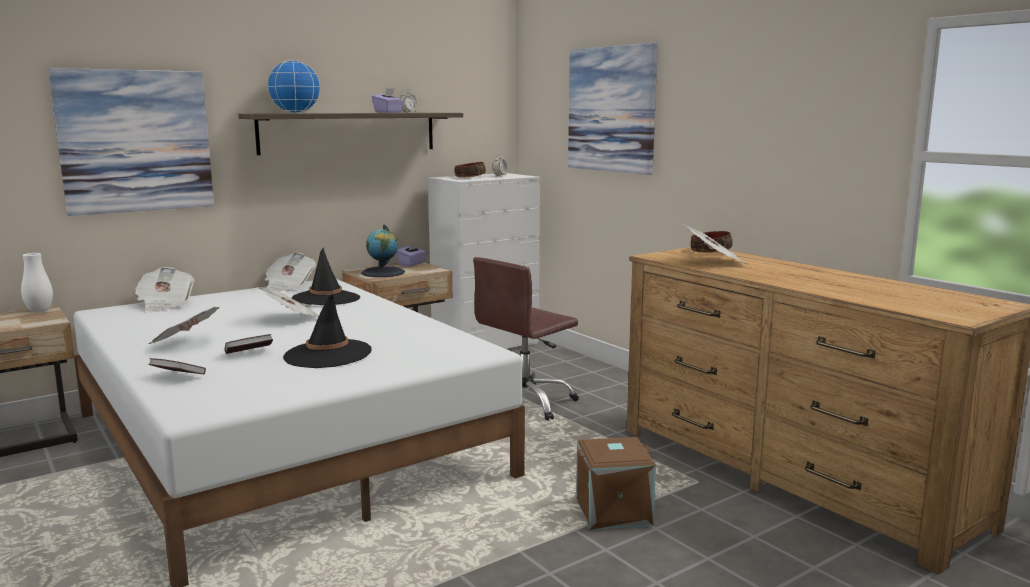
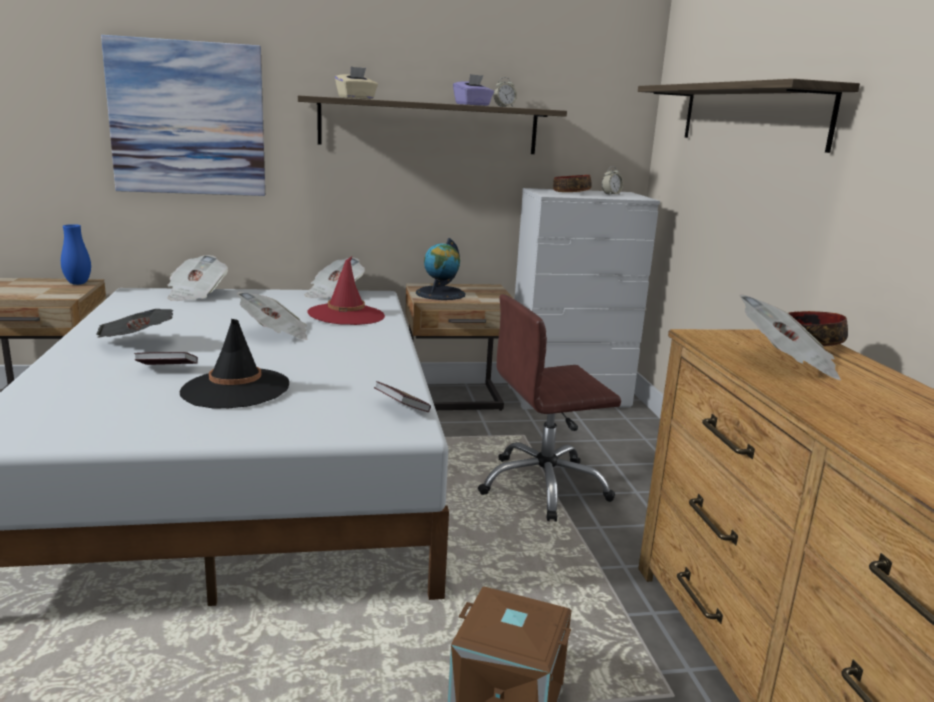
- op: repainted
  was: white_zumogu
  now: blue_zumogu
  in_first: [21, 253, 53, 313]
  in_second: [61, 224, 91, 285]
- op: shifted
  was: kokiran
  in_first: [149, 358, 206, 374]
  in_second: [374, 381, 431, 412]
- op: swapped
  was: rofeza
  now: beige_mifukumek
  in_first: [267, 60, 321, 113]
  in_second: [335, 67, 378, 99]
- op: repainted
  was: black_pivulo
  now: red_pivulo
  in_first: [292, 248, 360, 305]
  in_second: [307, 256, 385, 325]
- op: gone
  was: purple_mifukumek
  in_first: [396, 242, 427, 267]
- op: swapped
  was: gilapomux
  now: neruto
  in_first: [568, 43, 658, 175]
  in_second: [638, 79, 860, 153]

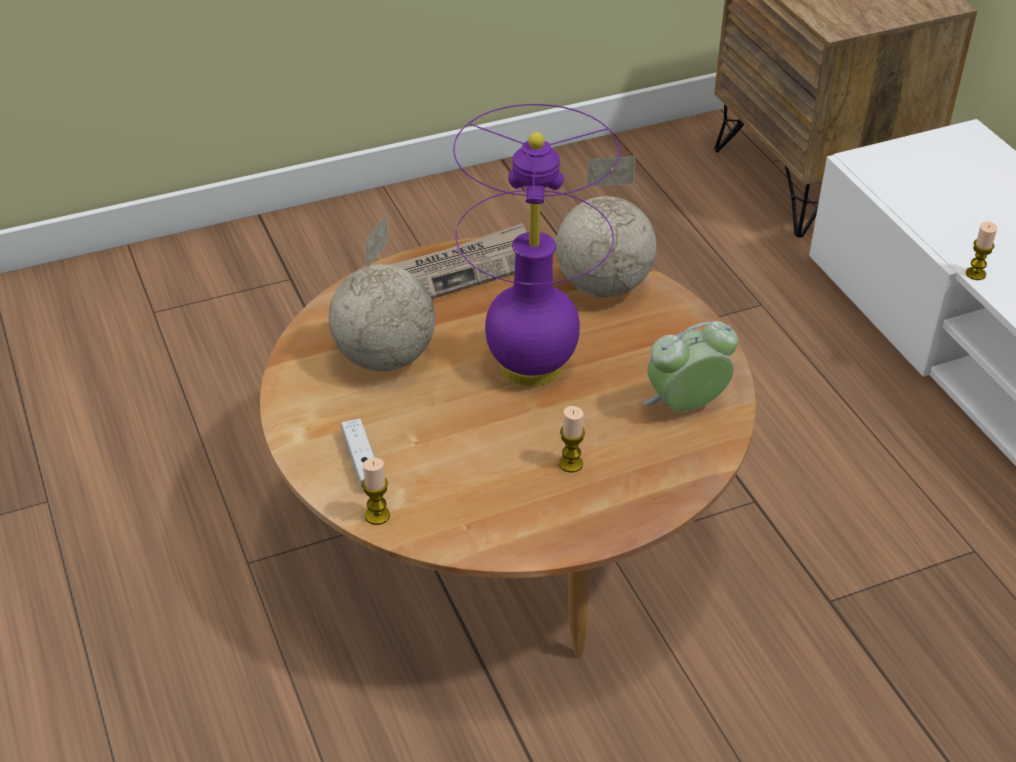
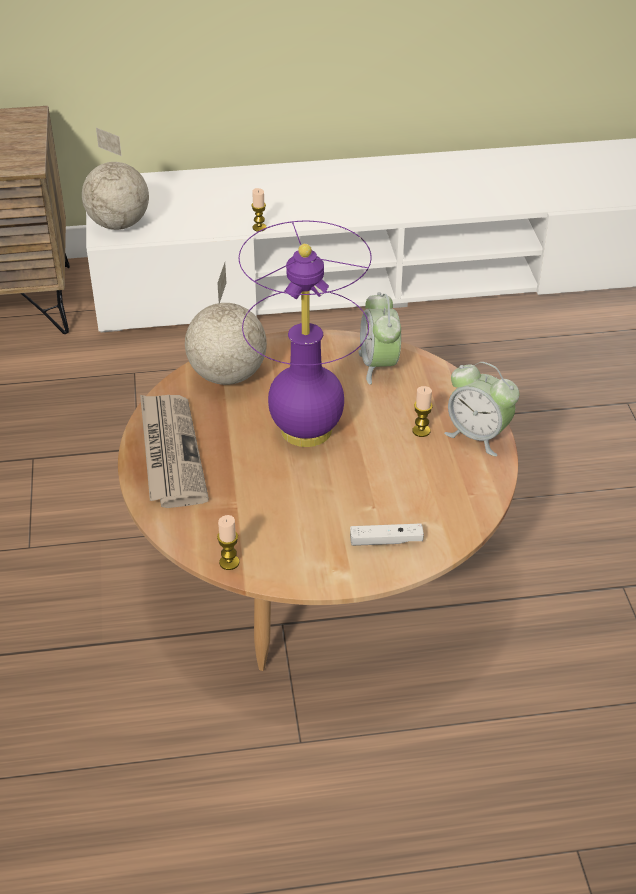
- op: shifted
  was: rofeza
  in_first: [329, 213, 435, 371]
  in_second: [82, 128, 149, 230]
- op: shifted
  was: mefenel
  in_first: [362, 458, 390, 525]
  in_second: [217, 515, 240, 570]
- op: new
  now: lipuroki
  in_second: [444, 362, 519, 456]

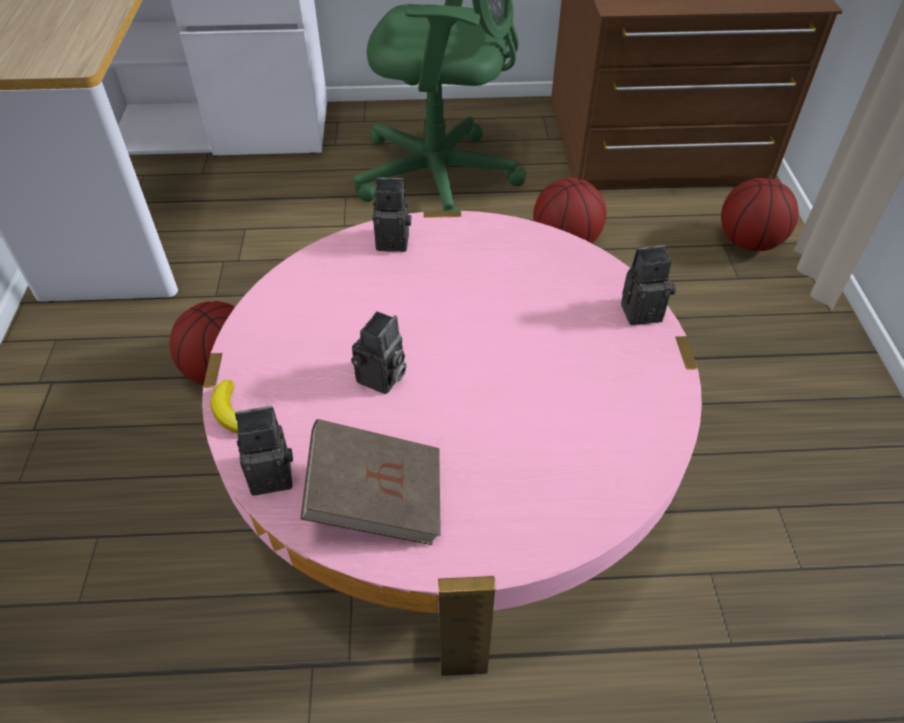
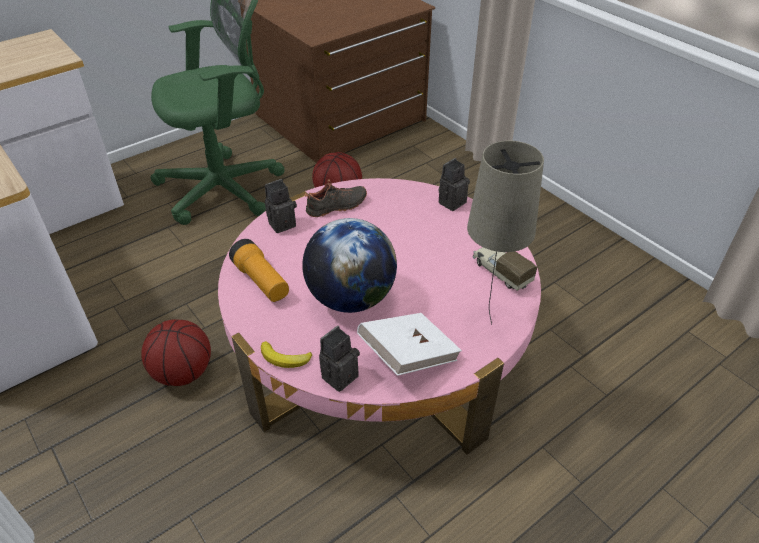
- op: repainted
  was: brown_kokiran
  now: white_kokiran
  in_first: [300, 419, 441, 545]
  in_second: [357, 313, 462, 376]
- op: swapped
  was: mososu
  now: rofeza
  in_first: [351, 311, 406, 394]
  in_second: [302, 218, 397, 313]
- op: gone
  was: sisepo
  in_first: [721, 178, 799, 251]
- op: new
  now: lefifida
  in_second: [229, 239, 289, 302]
- op: new
  now: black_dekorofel
  in_second: [304, 179, 367, 217]
- op: new
  now: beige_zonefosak
  in_second: [467, 141, 544, 325]
- op: new
  now: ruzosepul
  in_second: [472, 247, 537, 291]

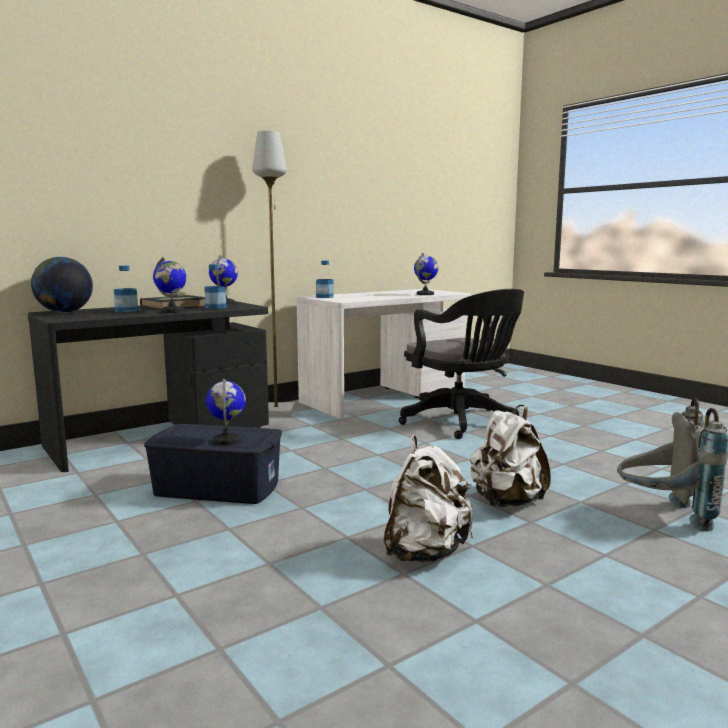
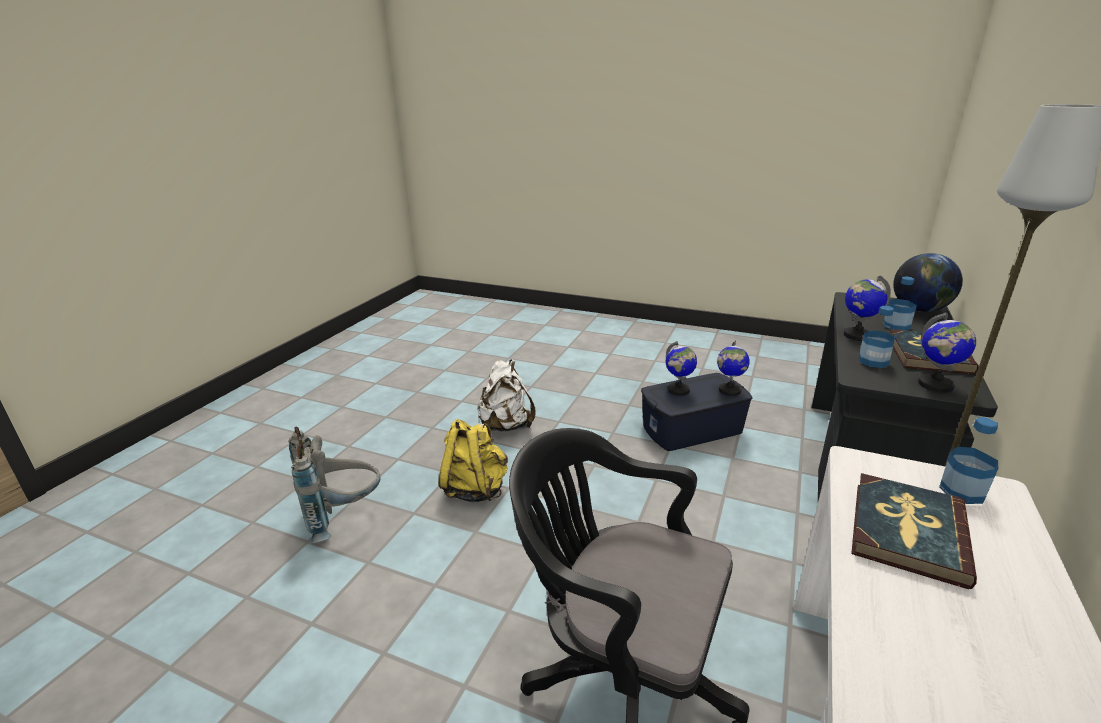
- op: shifted
  was: rofeza
  in_first: [414, 253, 439, 295]
  in_second: [717, 341, 750, 396]
- op: repainted
  was: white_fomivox
  now: yellow_fomivox
  in_first: [470, 405, 551, 507]
  in_second: [439, 419, 508, 502]
- op: new
  now: kokiran
  in_second: [851, 473, 977, 589]

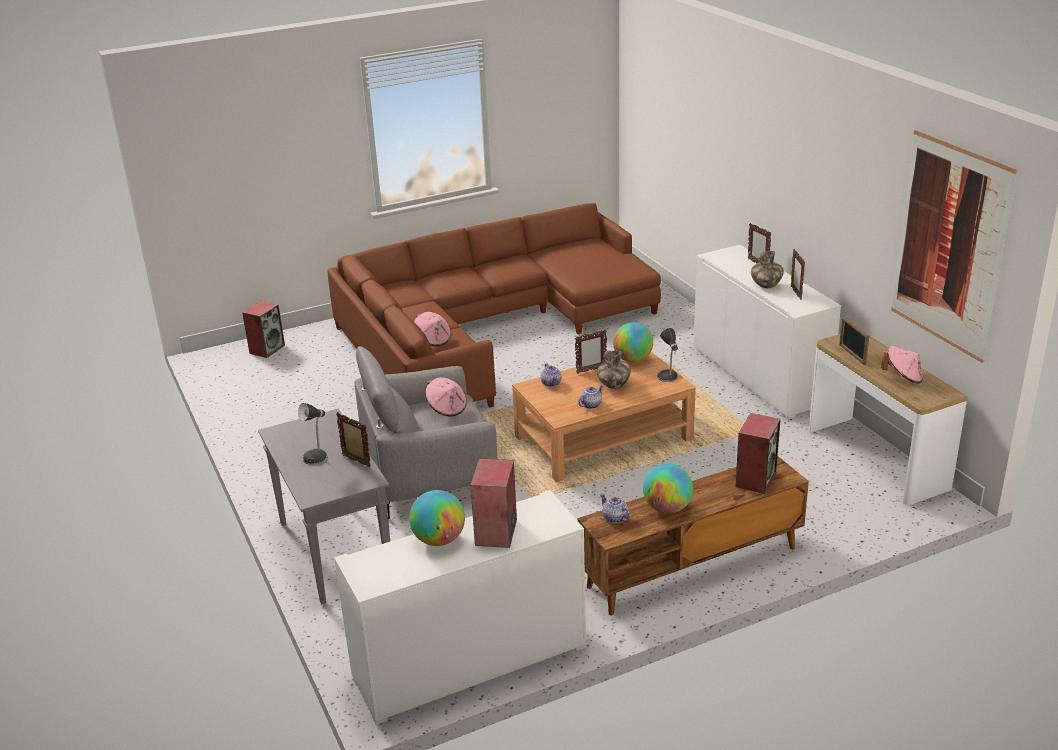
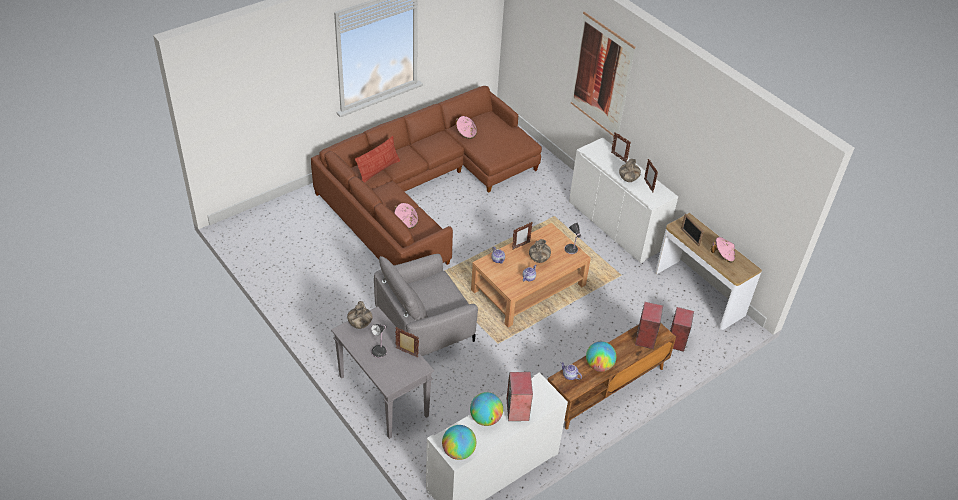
- op: shifted
  was: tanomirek
  in_first: [242, 301, 285, 358]
  in_second: [670, 307, 694, 352]
- op: shifted
  was: pink_pivulo
  in_first: [425, 377, 467, 417]
  in_second: [455, 116, 477, 139]
- op: shifted
  was: rofeza
  in_first: [613, 323, 653, 362]
  in_second: [442, 425, 476, 460]
- op: shifted
  was: gilapomux
  in_first: [891, 130, 1018, 363]
  in_second: [571, 12, 635, 137]
- op: new
  now: zumogu
  in_second: [347, 301, 373, 329]
- op: new
  now: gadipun
  in_second: [355, 136, 400, 183]

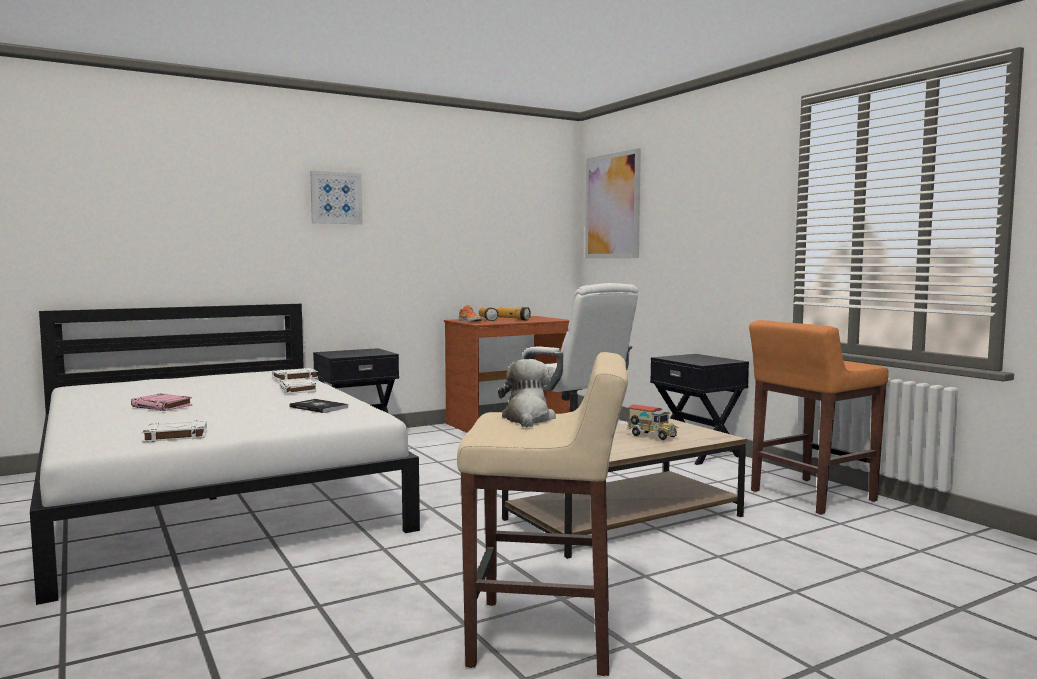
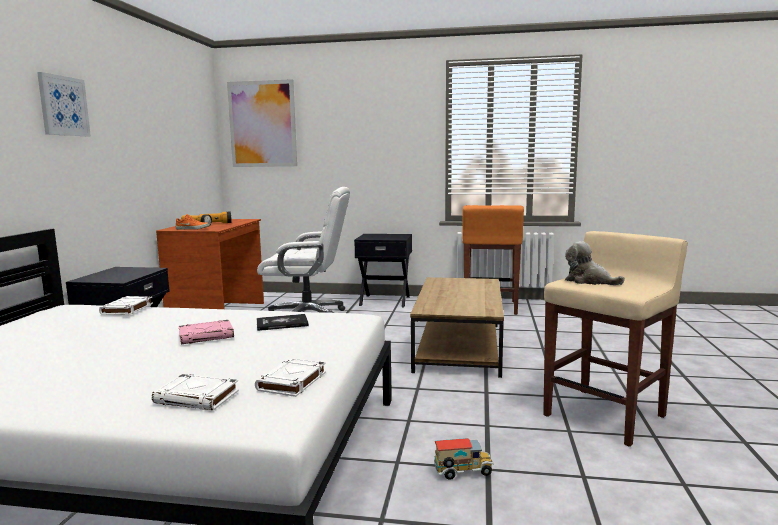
- op: shifted
  was: pink_kokiran
  in_first: [131, 393, 192, 411]
  in_second: [178, 320, 234, 344]
- op: shifted
  was: white_kokiran
  in_first: [280, 378, 317, 394]
  in_second: [152, 374, 239, 410]
- op: shifted
  was: ruzosepul
  in_first: [626, 404, 679, 440]
  in_second: [434, 438, 494, 480]

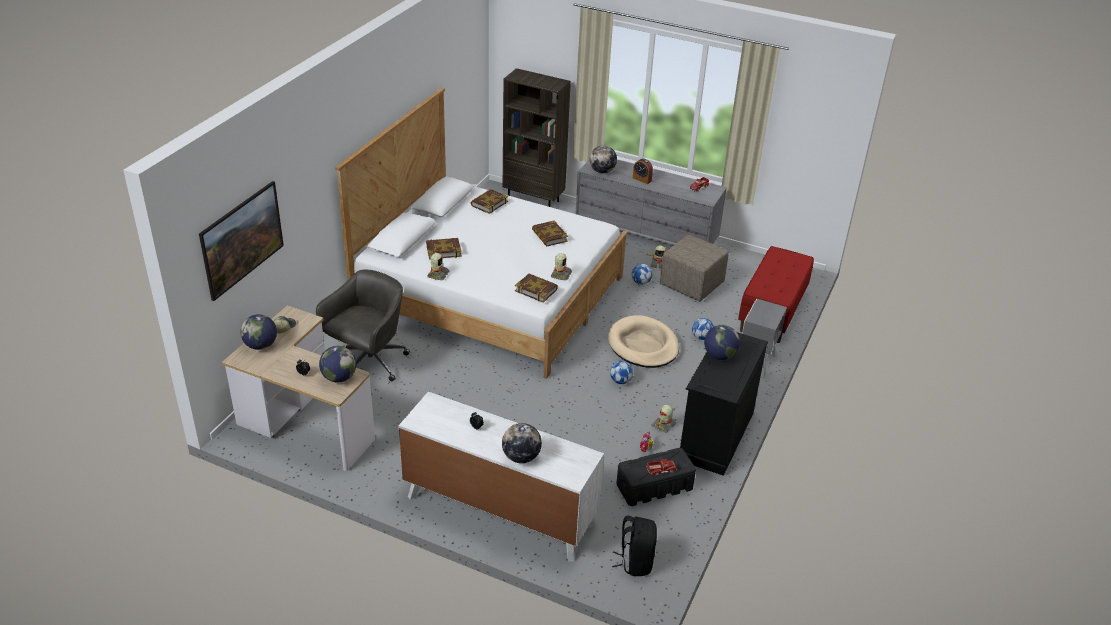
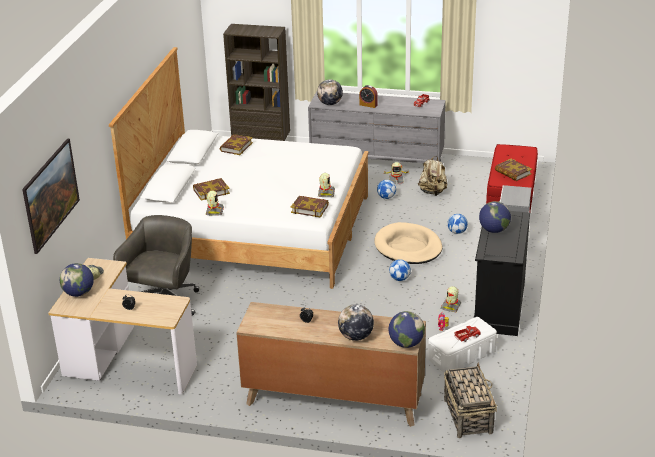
- op: shifted
  was: rofeza
  in_first: [319, 346, 356, 382]
  in_second: [389, 311, 425, 348]
- op: repainted
  was: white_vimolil
  now: brown_vimolil
  in_first: [398, 392, 604, 562]
  in_second: [236, 302, 426, 427]
- op: shifted
  was: kokiran
  in_first: [532, 220, 568, 246]
  in_second: [495, 159, 532, 181]
- op: swapped
  was: black_fomivox
  now: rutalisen
  in_first: [612, 516, 657, 576]
  in_second: [444, 363, 497, 438]
- op: repainted
  was: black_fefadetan
  now: white_fefadetan
  in_first: [616, 448, 696, 506]
  in_second: [428, 317, 497, 373]
- op: swapped
  was: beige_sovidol
  now: beige_fomivox
  in_first: [660, 235, 729, 302]
  in_second: [418, 156, 447, 196]

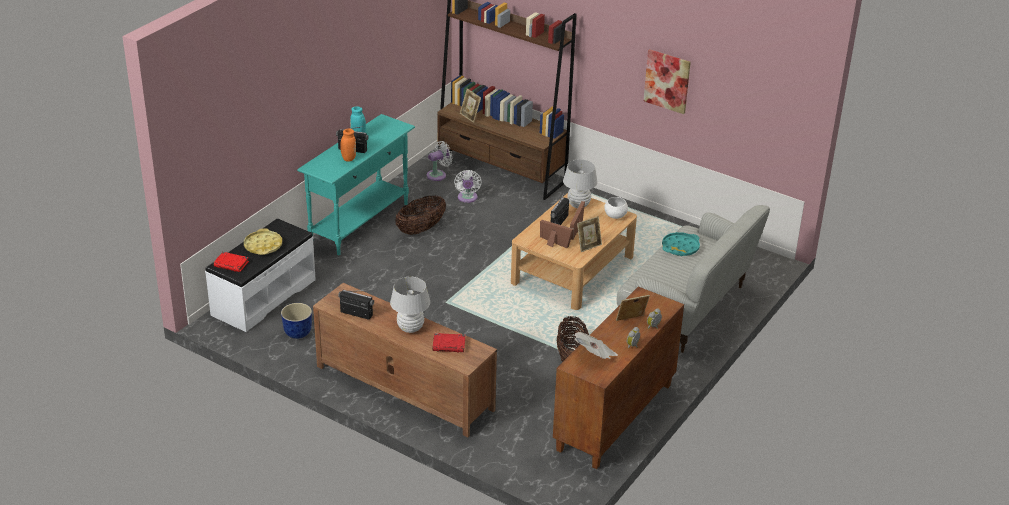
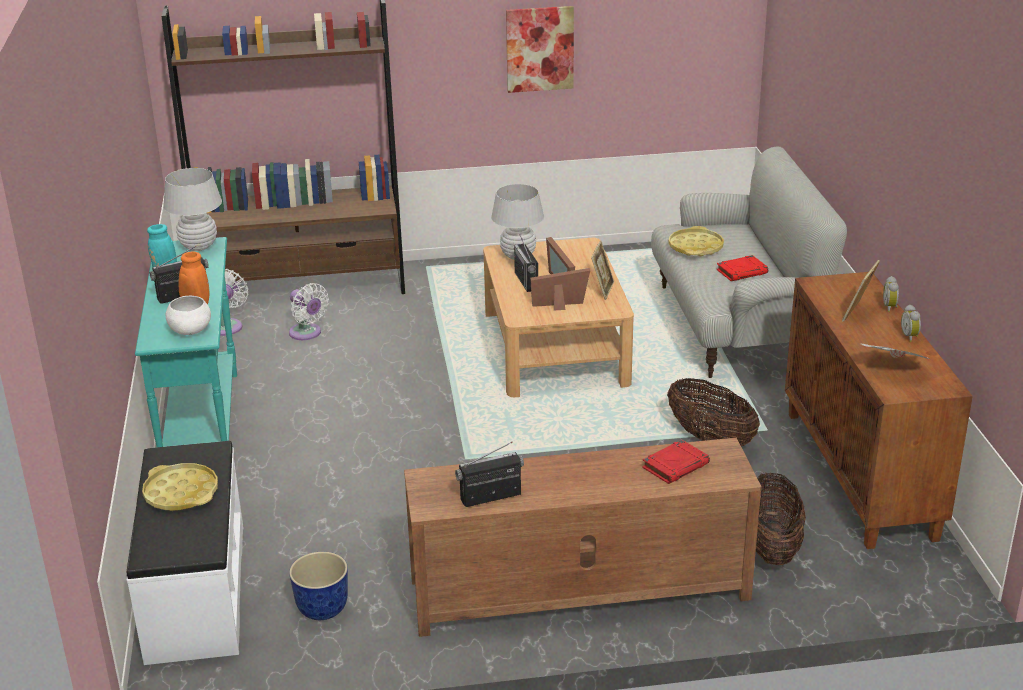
- op: shifted
  was: red_kokiran
  in_first: [213, 252, 249, 272]
  in_second: [717, 255, 768, 281]
- op: shifted
  was: white_zonefosak
  in_first: [390, 277, 430, 333]
  in_second: [163, 168, 222, 251]
- op: shifted
  was: rutalisen
  in_first: [395, 195, 446, 235]
  in_second: [756, 472, 806, 565]
- op: gone
  was: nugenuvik
  in_first: [460, 89, 481, 123]
- op: shifted
  was: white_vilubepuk
  in_first: [604, 197, 628, 219]
  in_second: [166, 296, 211, 335]
- op: repainted
  was: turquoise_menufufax
  now: yellow_menufufax
  in_first: [662, 232, 700, 256]
  in_second: [669, 226, 724, 256]

